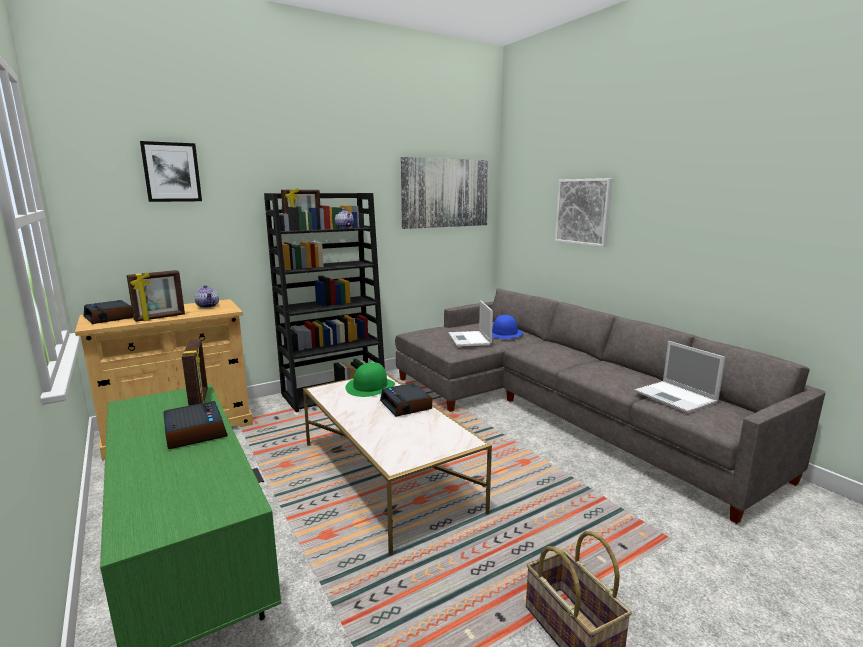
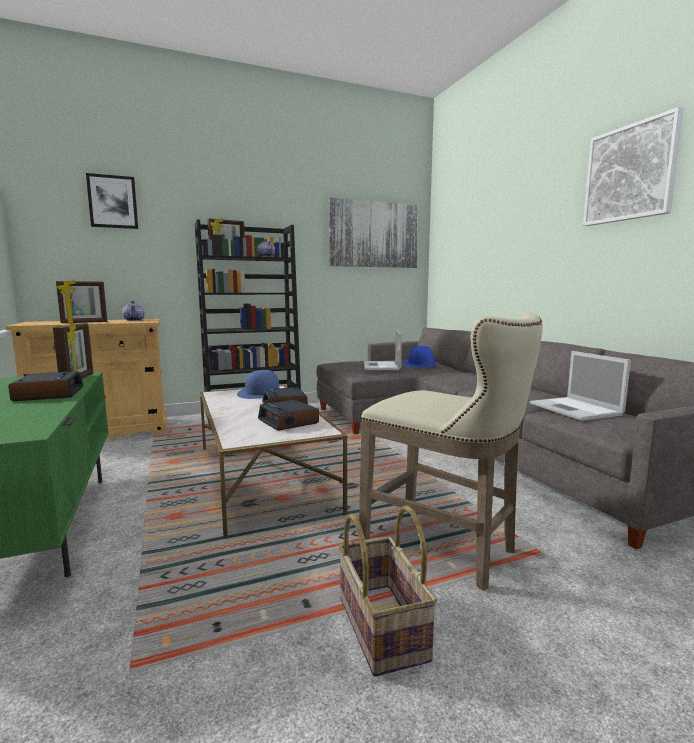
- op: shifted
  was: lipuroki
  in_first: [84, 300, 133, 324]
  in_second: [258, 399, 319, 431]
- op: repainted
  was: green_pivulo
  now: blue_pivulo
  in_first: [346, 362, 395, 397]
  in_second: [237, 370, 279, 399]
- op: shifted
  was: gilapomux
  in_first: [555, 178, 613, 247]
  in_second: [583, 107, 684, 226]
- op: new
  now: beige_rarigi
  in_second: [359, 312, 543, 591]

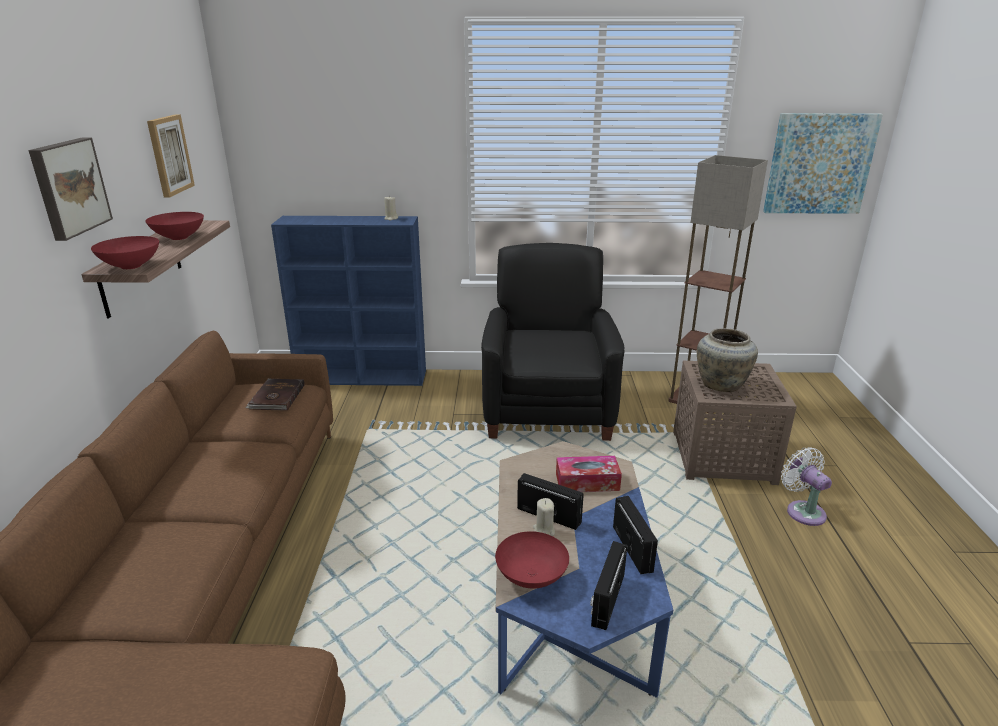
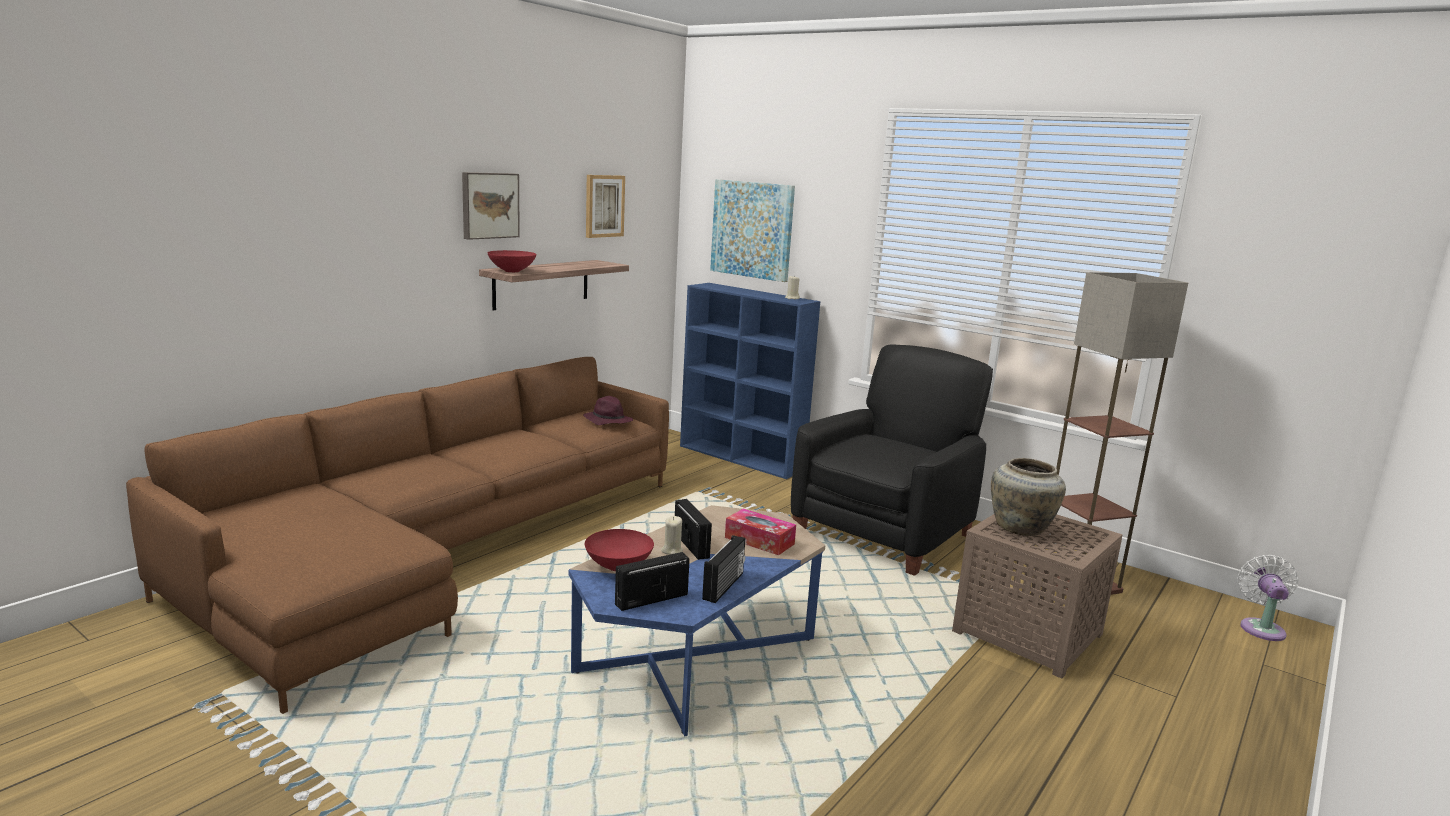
- op: gone
  was: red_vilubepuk
  in_first: [146, 212, 204, 240]
- op: swapped
  was: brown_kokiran
  now: purple_pivulo
  in_first: [246, 379, 305, 411]
  in_second: [583, 396, 633, 425]
- op: shifted
  was: gilapomux
  in_first: [763, 113, 883, 214]
  in_second: [710, 179, 795, 282]
- op: shifted
  was: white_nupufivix
  in_first: [781, 447, 832, 526]
  in_second: [1237, 555, 1298, 641]

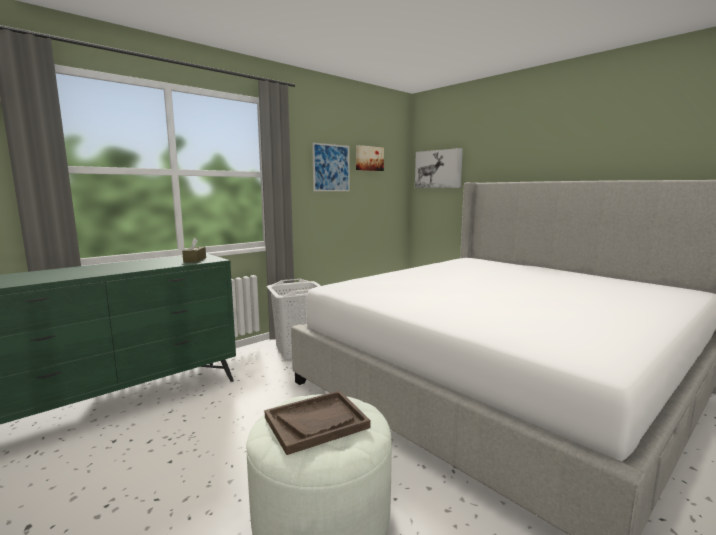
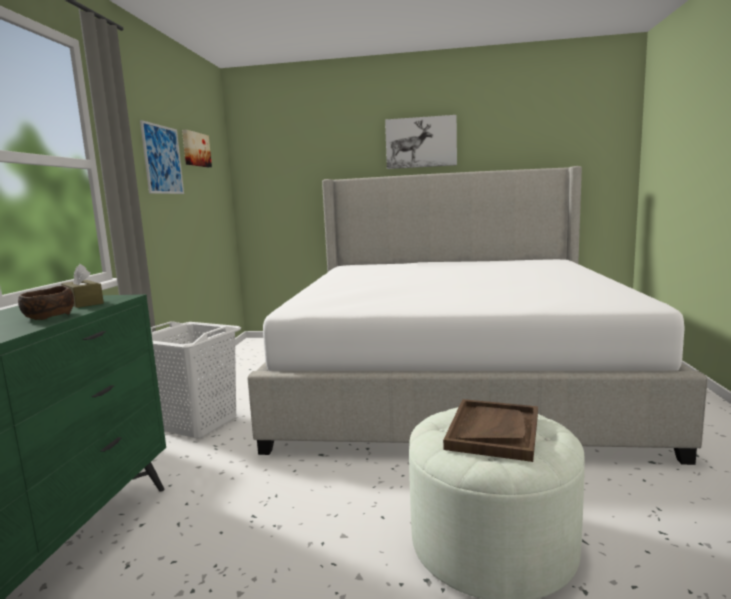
- op: shifted
  was: gilapomux
  in_first: [415, 148, 463, 188]
  in_second: [385, 115, 457, 169]
- op: new
  now: brown_vilubepuk
  in_second: [18, 286, 74, 320]

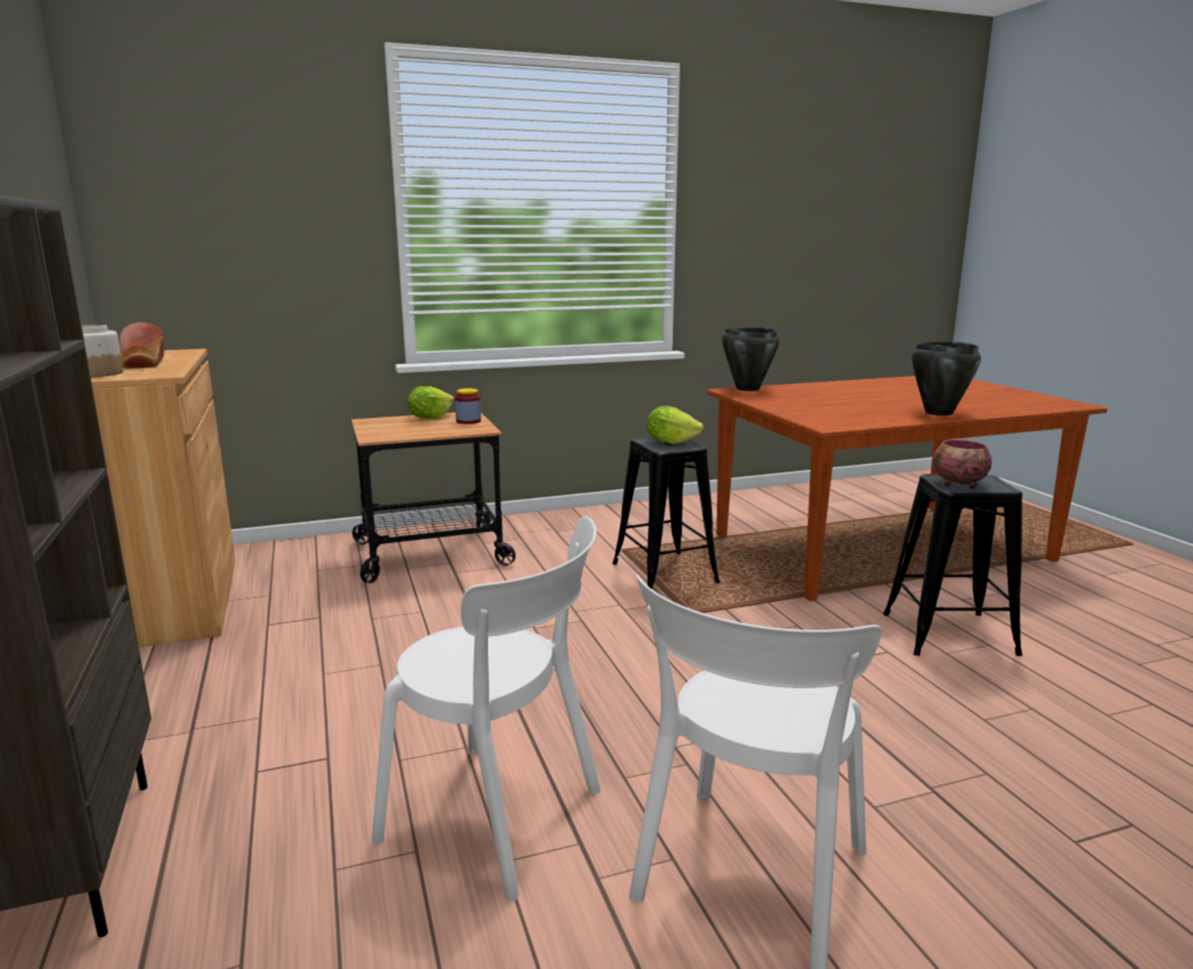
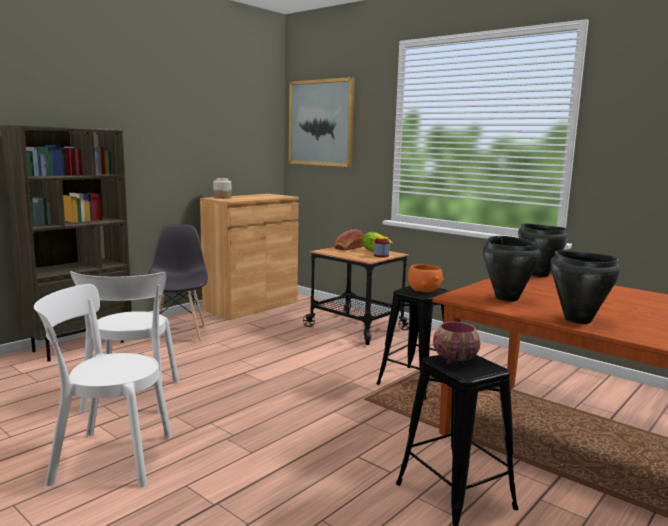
- op: shifted
  was: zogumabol
  in_first: [119, 322, 165, 369]
  in_second: [334, 229, 364, 251]
- op: swapped
  was: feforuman
  now: orange_vilubepuk
  in_first: [647, 406, 704, 444]
  in_second: [408, 264, 443, 293]
- op: new
  now: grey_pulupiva
  in_second: [148, 224, 208, 343]
- op: new
  now: gilapomux
  in_second: [289, 77, 355, 167]
- op: new
  now: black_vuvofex
  in_second: [483, 236, 541, 302]

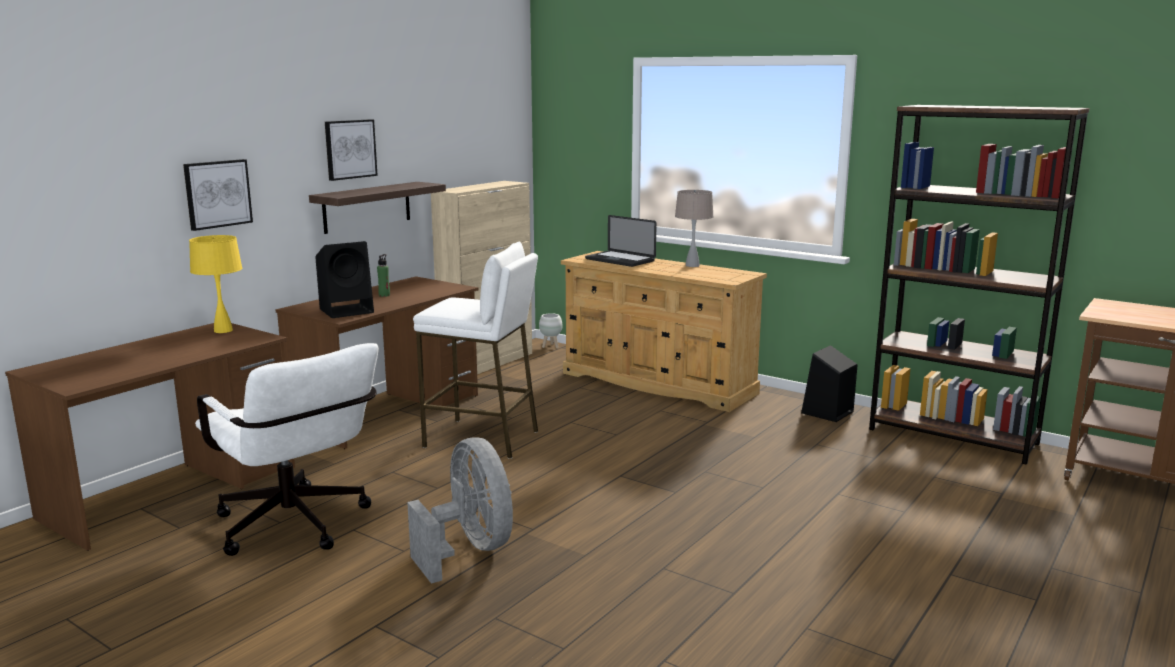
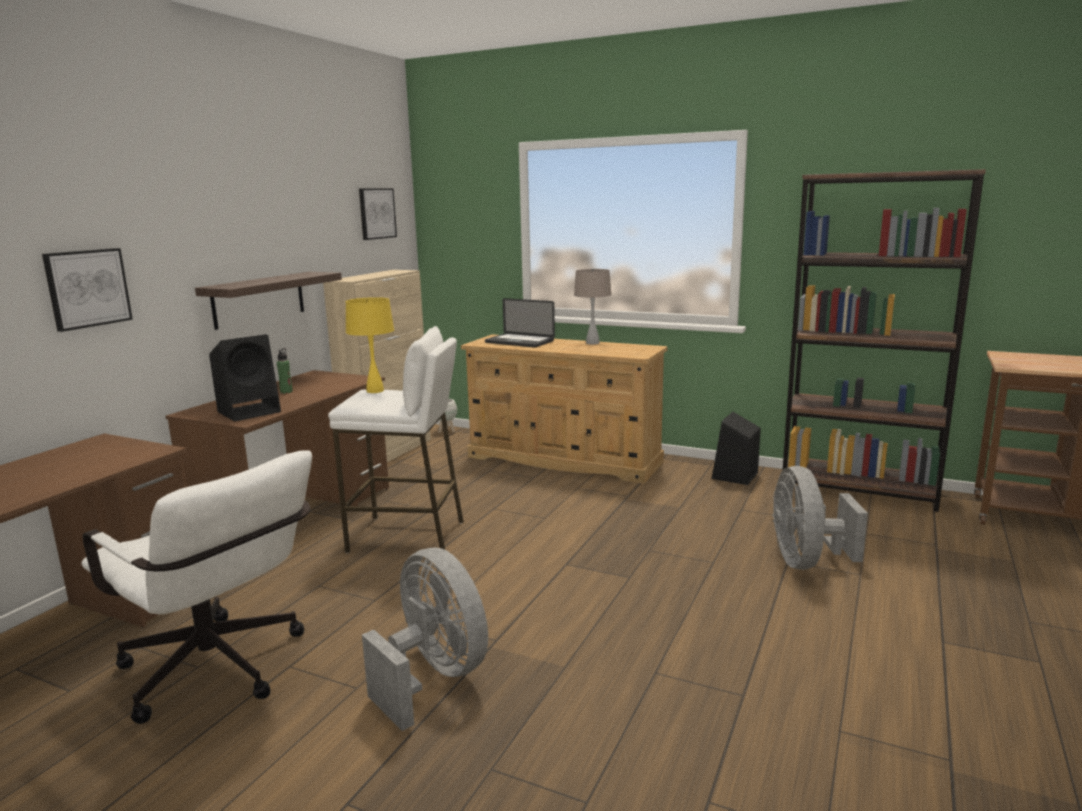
- op: shifted
  was: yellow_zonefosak
  in_first: [189, 235, 242, 333]
  in_second: [345, 297, 394, 393]
- op: shifted
  was: gilapomux
  in_first: [325, 119, 378, 181]
  in_second: [359, 188, 397, 240]
- op: new
  now: grey_nupufivix
  in_second: [772, 466, 868, 570]

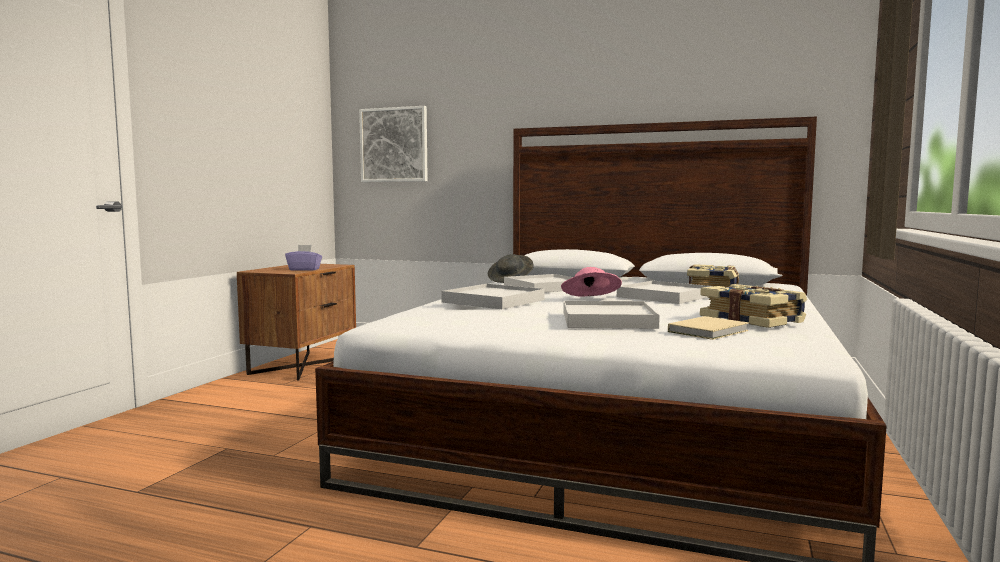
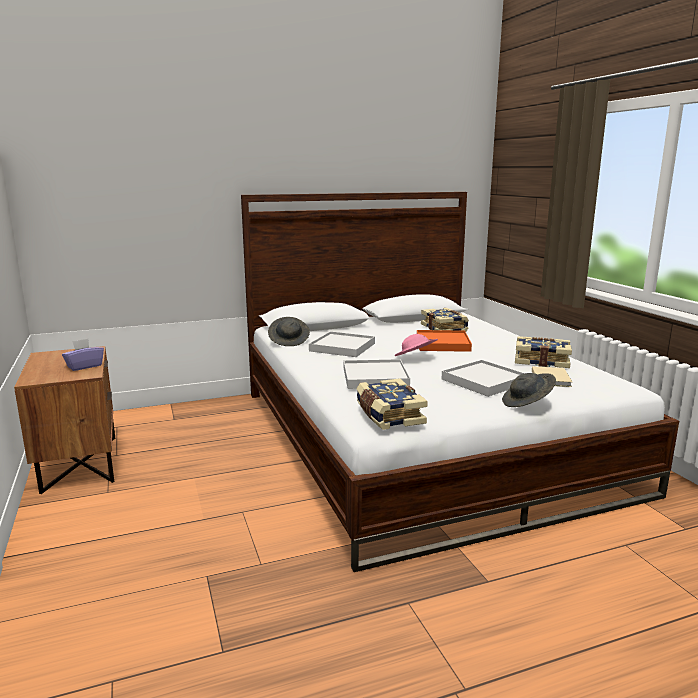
- op: gone
  was: gilapomux
  in_first: [359, 106, 428, 182]
- op: repainted
  was: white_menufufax
  now: orange_menufufax
  in_first: [617, 281, 712, 304]
  in_second: [417, 330, 472, 352]
- op: new
  now: kokiran
  in_second: [356, 378, 428, 430]
- op: new
  now: grey_pivulo
  in_second: [502, 373, 556, 407]

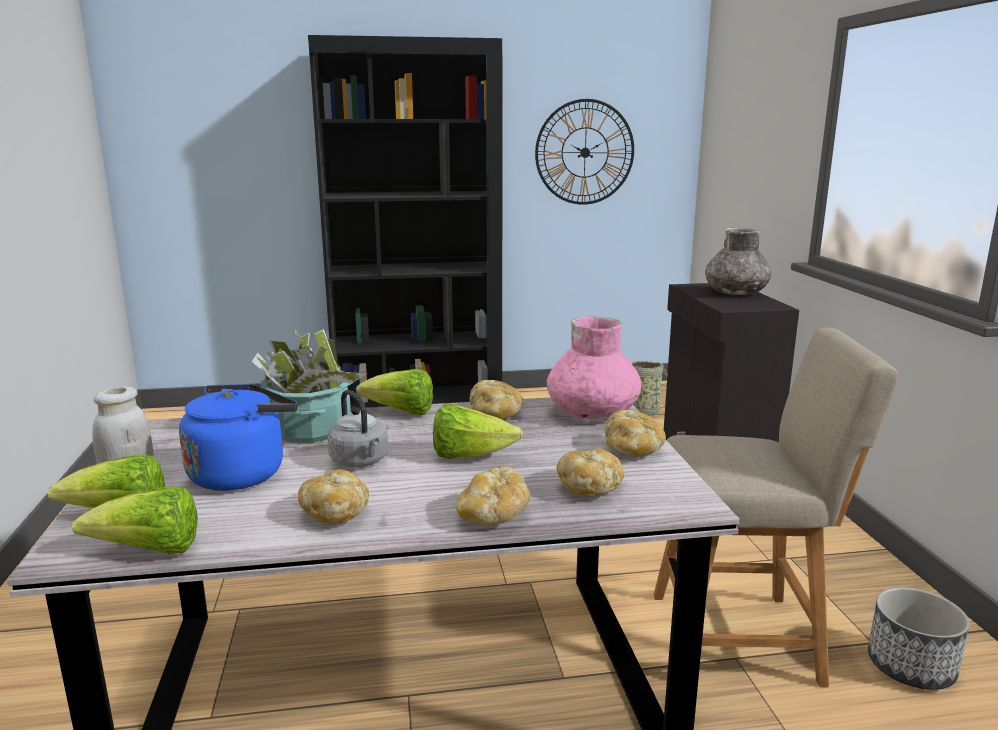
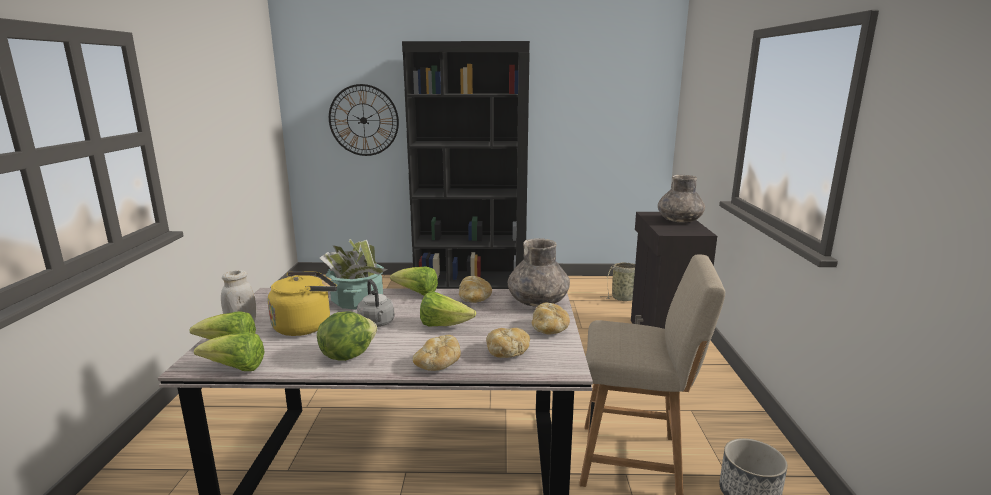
- op: repainted
  was: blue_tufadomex
  now: yellow_tufadomex
  in_first: [179, 384, 298, 491]
  in_second: [268, 272, 337, 336]
- op: swapped
  was: zogumabol
  now: feforuman
  in_first: [298, 469, 369, 524]
  in_second: [317, 311, 377, 361]
- op: shifted
  was: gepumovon
  in_first: [535, 99, 634, 205]
  in_second: [329, 84, 399, 156]
- op: repainted
  was: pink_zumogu
  now: grey_zumogu
  in_first: [547, 316, 641, 419]
  in_second: [508, 238, 570, 307]

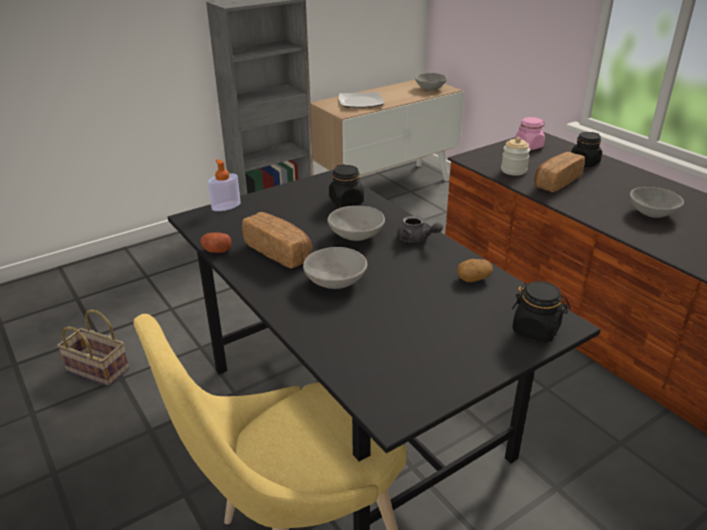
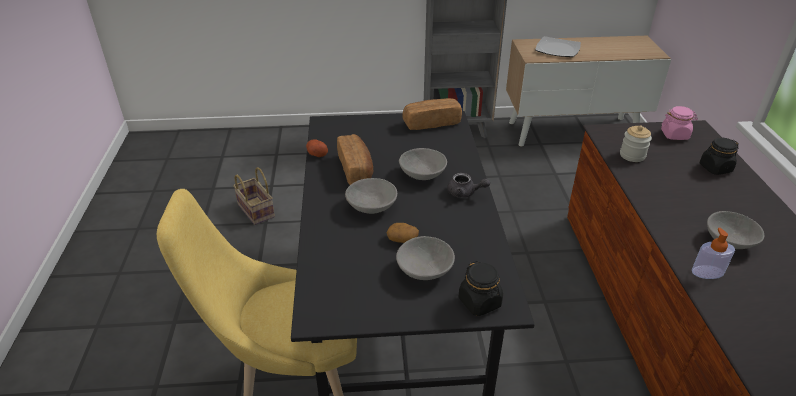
- op: shifted
  was: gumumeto
  in_first: [208, 159, 241, 211]
  in_second: [692, 228, 735, 279]
- op: gone
  was: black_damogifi
  in_first: [329, 164, 364, 207]
- op: rotated
  was: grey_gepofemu
  in_first: [397, 215, 443, 243]
  in_second: [447, 173, 490, 198]
  clockwise: -45
- op: shifted
  was: grey_vilubepuk
  in_first: [415, 73, 447, 90]
  in_second: [396, 236, 455, 280]
- op: shifted
  was: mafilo
  in_first: [457, 259, 493, 282]
  in_second: [387, 223, 419, 243]
- op: shifted
  was: zogumabol
  in_first: [534, 152, 585, 192]
  in_second: [403, 98, 462, 130]

